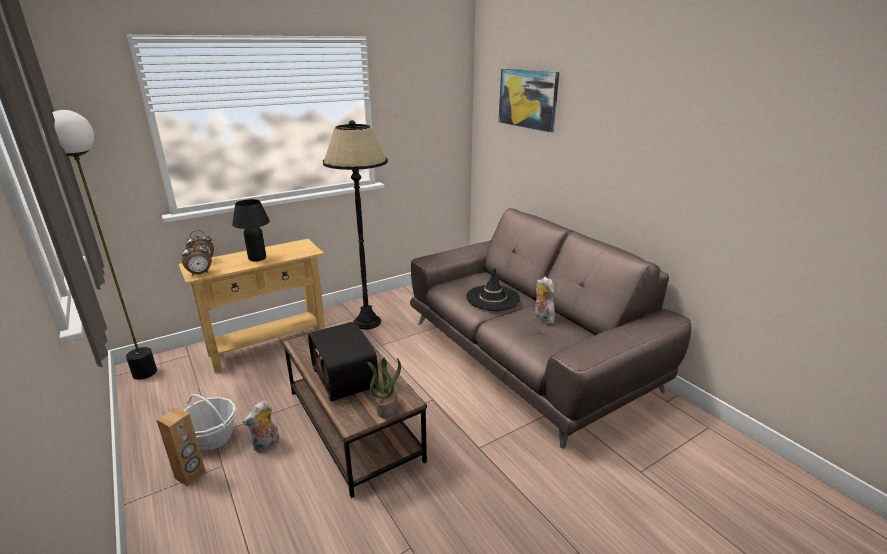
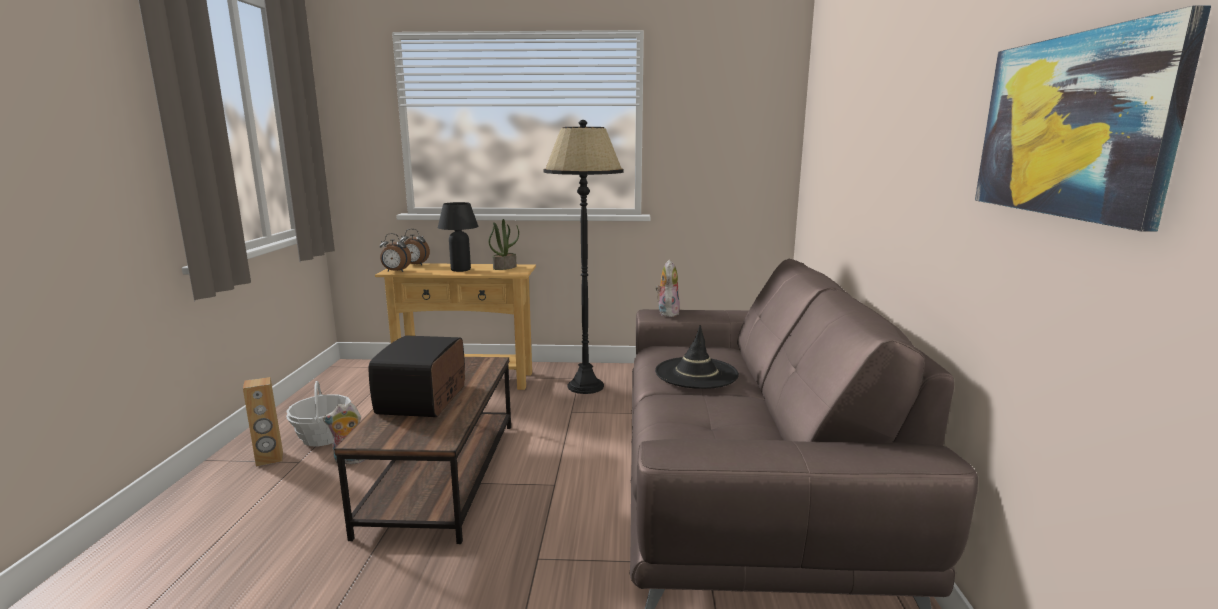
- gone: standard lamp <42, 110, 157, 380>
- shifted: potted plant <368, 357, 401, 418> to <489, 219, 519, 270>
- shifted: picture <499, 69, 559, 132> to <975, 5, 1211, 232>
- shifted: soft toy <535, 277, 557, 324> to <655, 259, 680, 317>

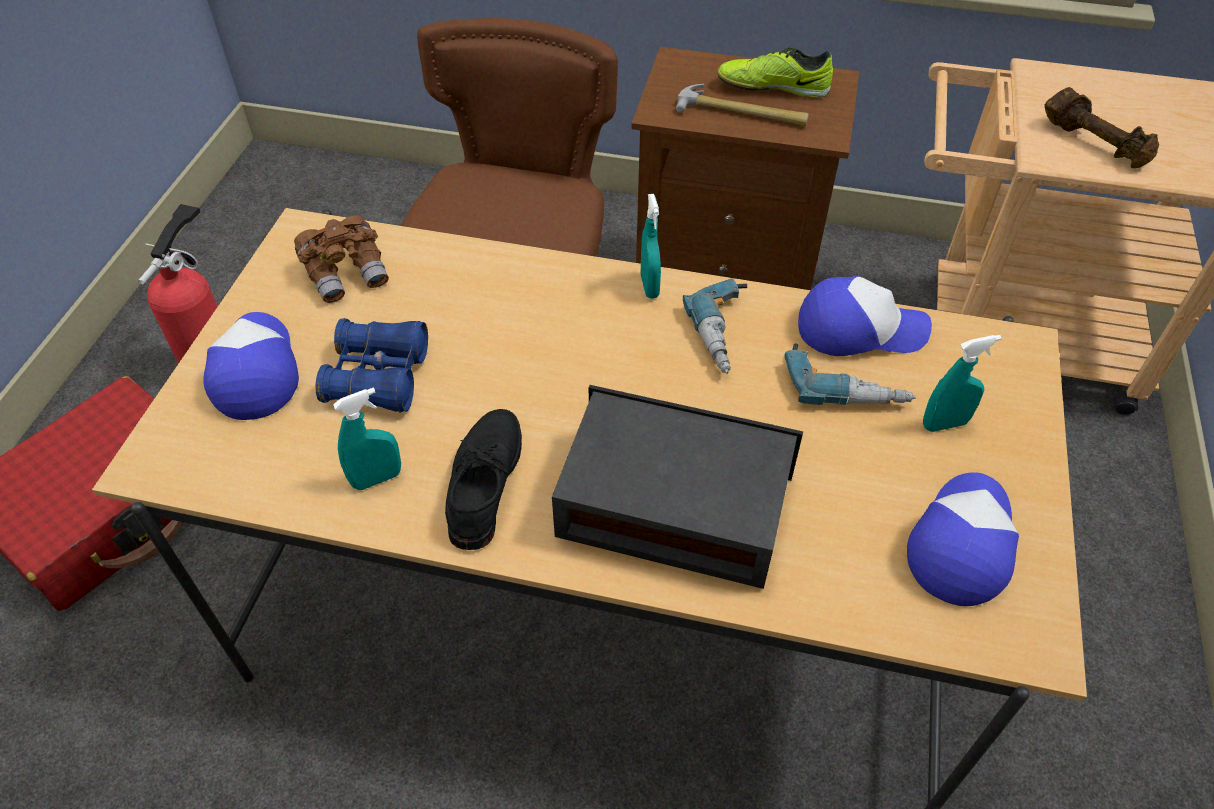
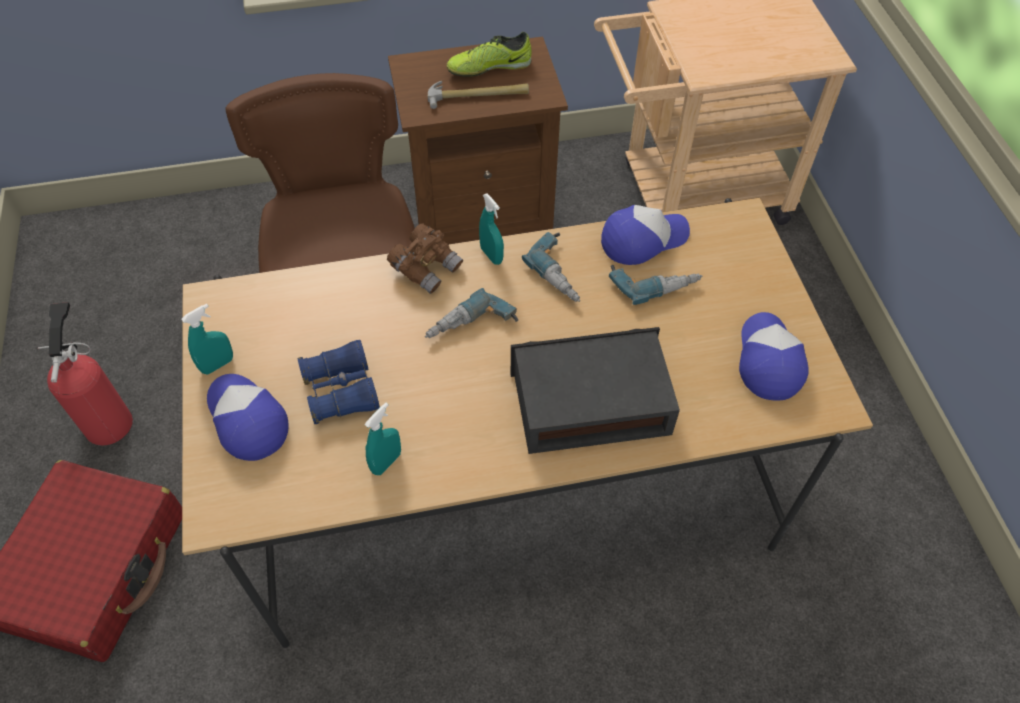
- gone: blackish item of footwear <445, 409, 522, 550>
- gone: brown free weight <1044, 87, 1159, 168>
- new: drill <425, 288, 519, 338>
- shifted: brown field glasses <294, 216, 389, 303> to <387, 223, 463, 294>
- shifted: blue-green hand sprayer <923, 335, 1002, 432> to <181, 304, 233, 375>

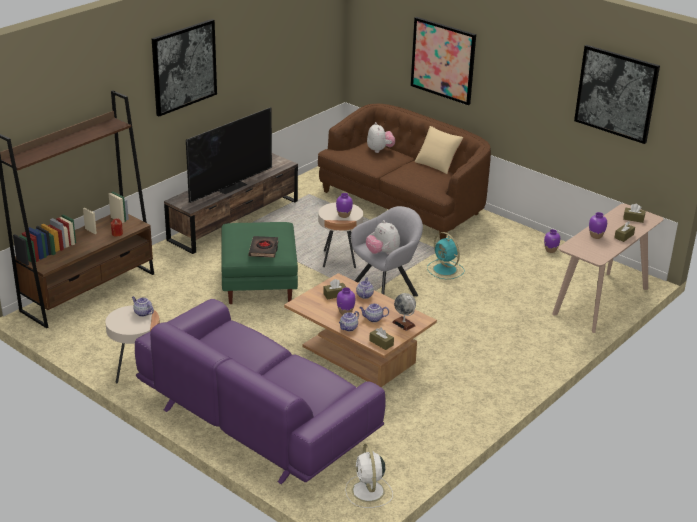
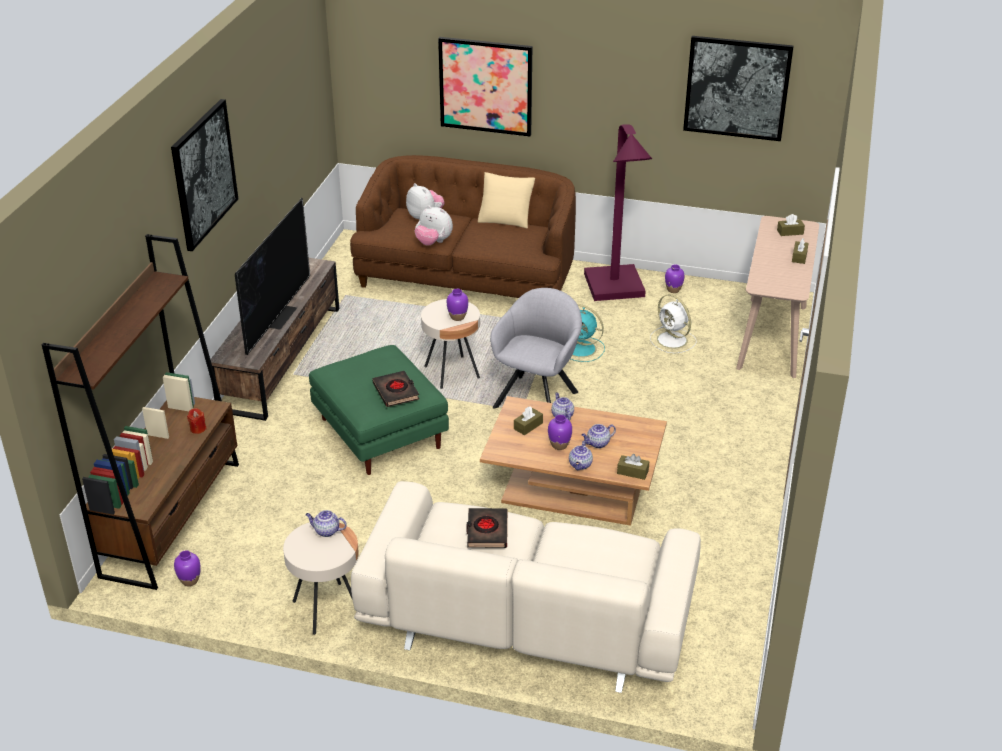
- gone: globe <392, 293, 416, 331>
- new: blackish book <467, 508, 508, 548>
- new: purplish standard lamp <584, 124, 652, 301>
- shifted: white fan <345, 443, 393, 508> to <650, 294, 697, 353>
- shifted: soft toy <366, 220, 400, 255> to <415, 205, 453, 246>
- shifted: purplish flower vase <589, 212, 607, 239> to <174, 550, 201, 586>
- repainted: purplish settee <135, 299, 385, 484> to beige-coloured settee <351, 481, 701, 693>

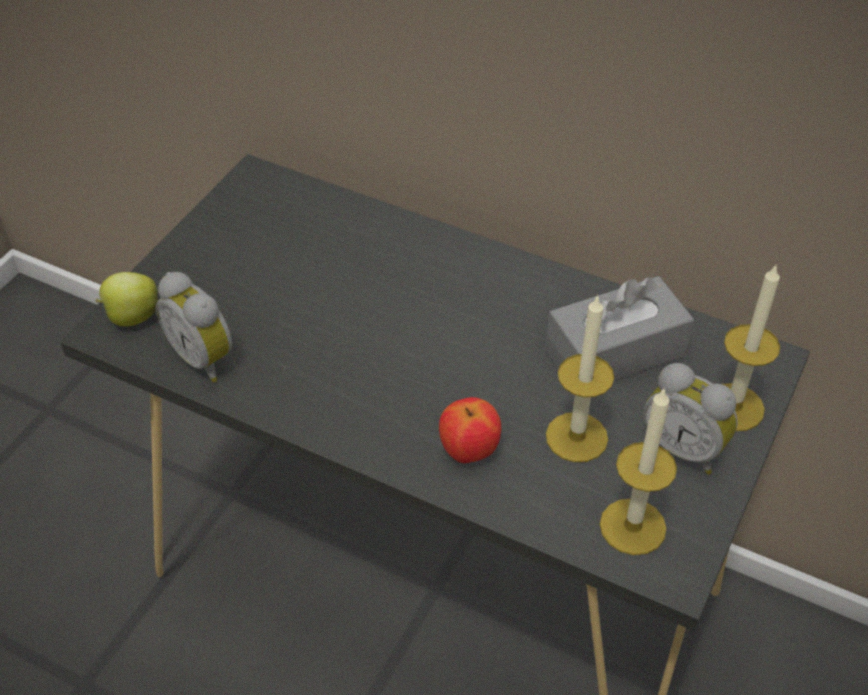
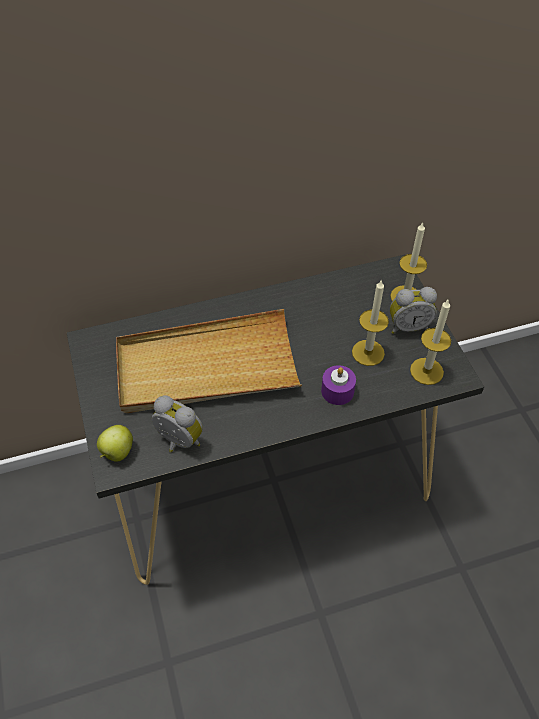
- gone: greyish box of tissues <545, 276, 694, 381>
- new: beige-coloured serving tray <116, 309, 302, 413>
- swapped: apple fruit <439, 397, 501, 463> to purplish candle <321, 365, 356, 405>
- rotated: bedside clock <156, 272, 232, 383> = <152, 395, 203, 453> 150 degrees counterclockwise

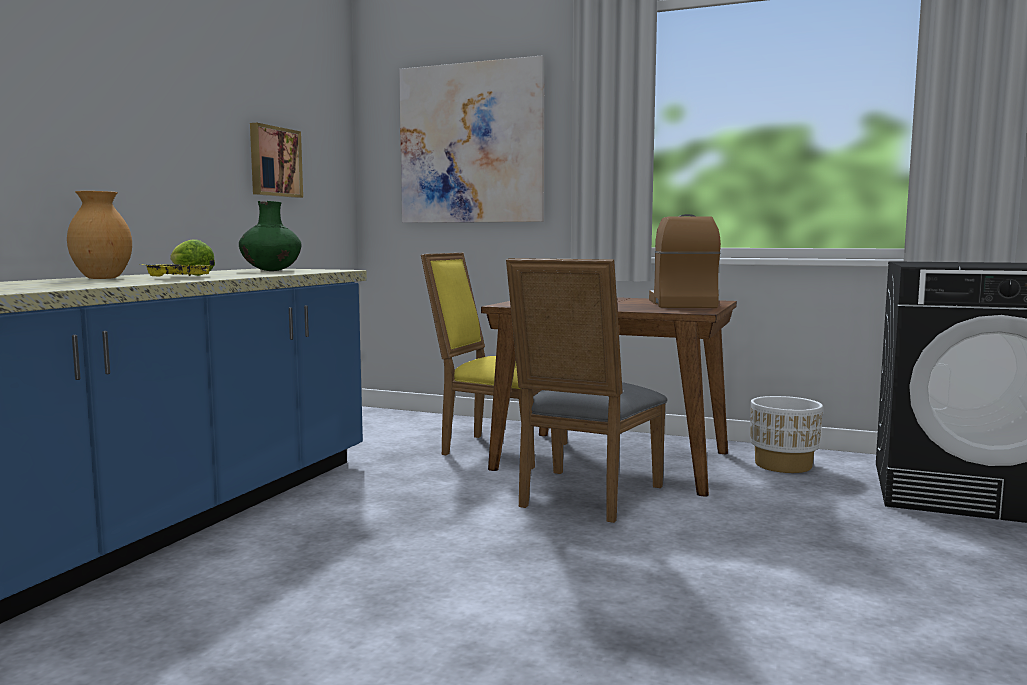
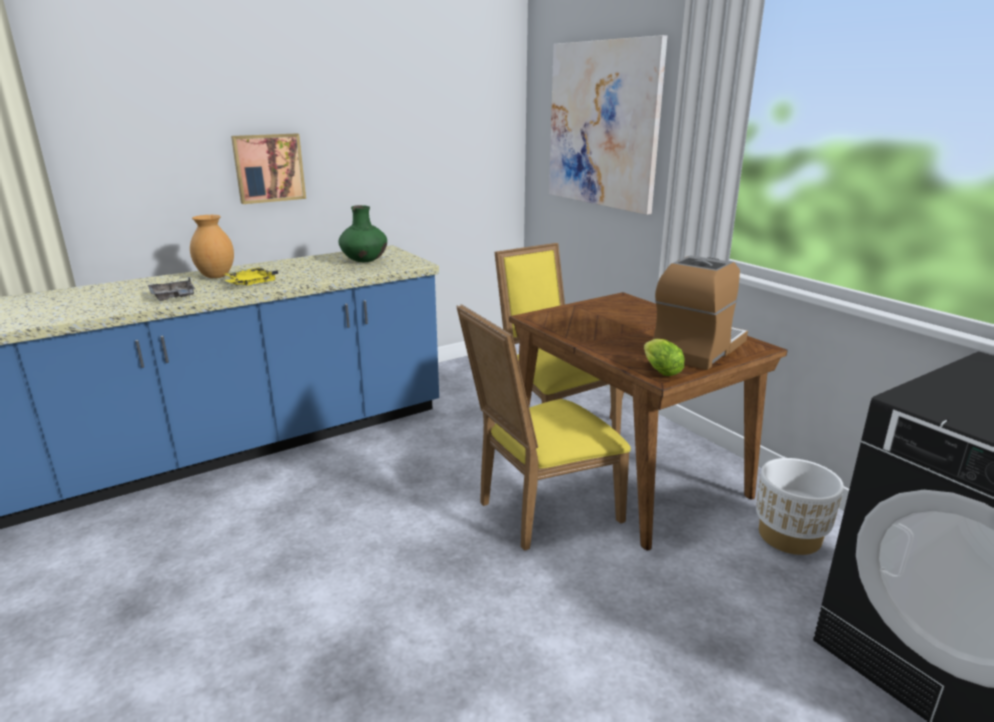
- new: greyish serving tray <148, 277, 195, 301>
- shifted: lettuce <170, 239, 215, 276> to <644, 339, 685, 376>
- shifted: picture <250, 123, 303, 198> to <231, 133, 306, 204>
- repainted: greyish chair <506, 258, 667, 523> to yellow-coloured chair <457, 304, 631, 551>

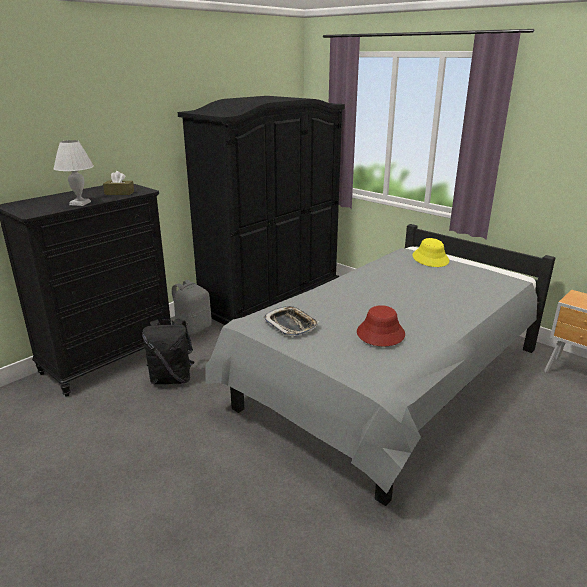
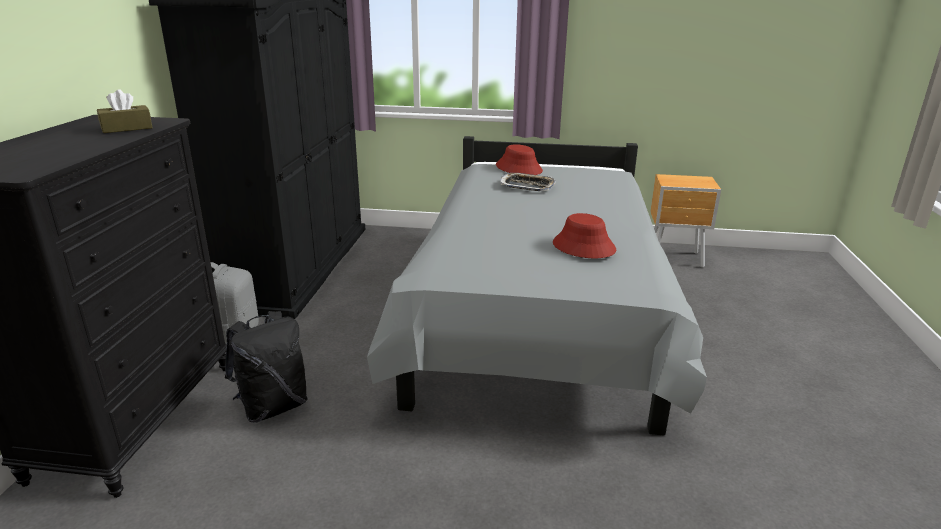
- gone: white table lamp <54, 140, 94, 206>
- shifted: serving tray <263, 306, 319, 337> to <500, 173, 556, 191>
- repainted: yellow-coloured hat <413, 238, 449, 267> to reddish hat <496, 144, 543, 175>

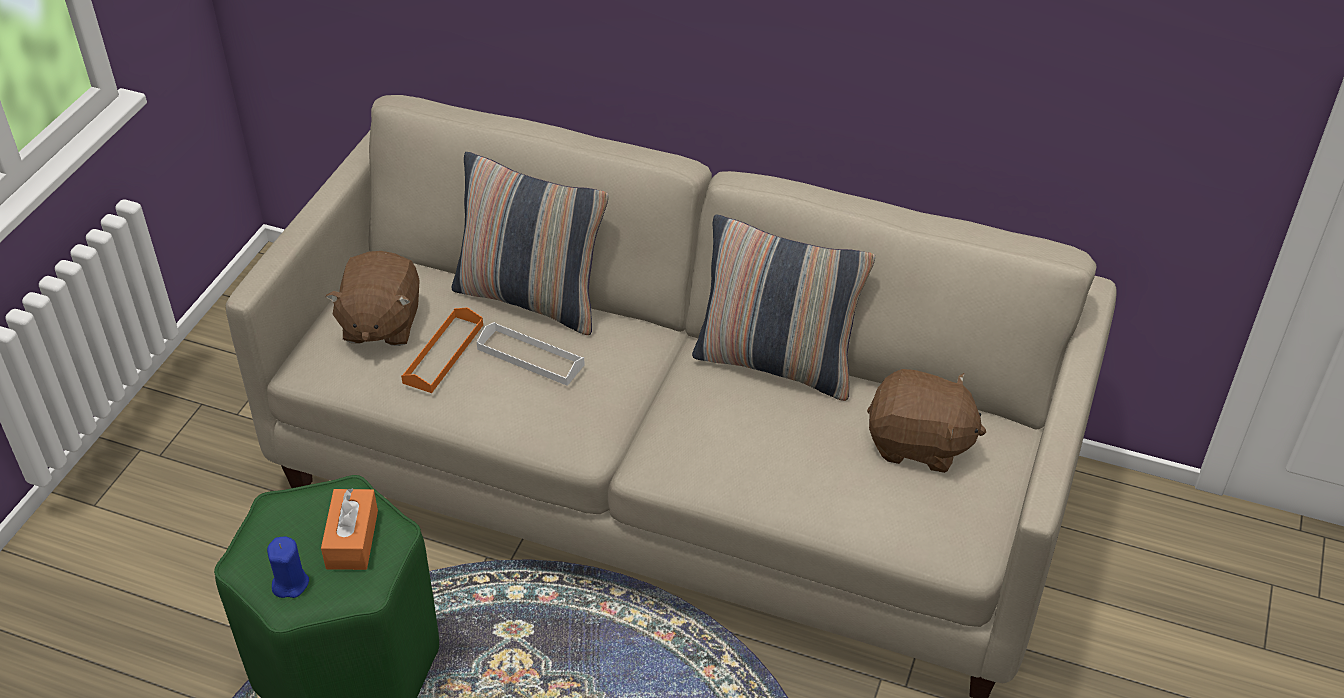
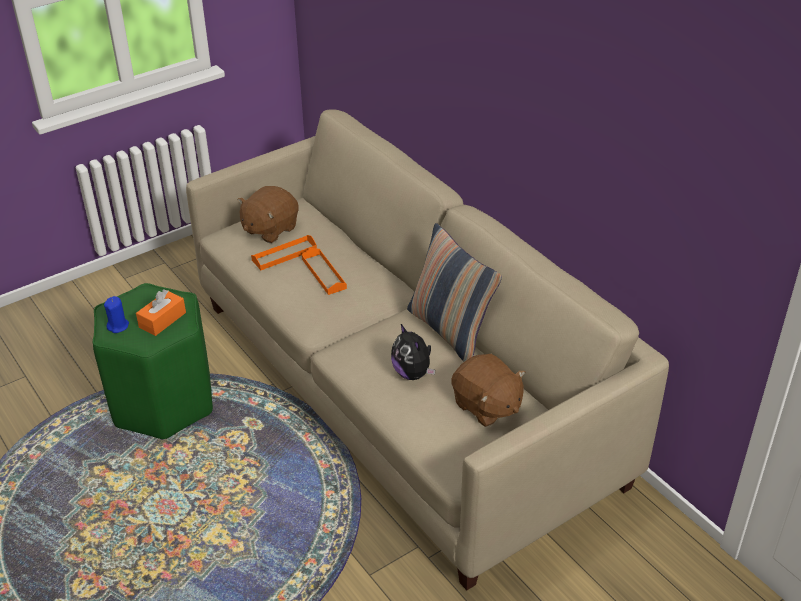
- gone: throw pillow <452, 152, 609, 335>
- new: soft toy <391, 324, 435, 380>
- repainted: white serving tray <477, 322, 585, 386> to orangey serving tray <302, 248, 347, 295>

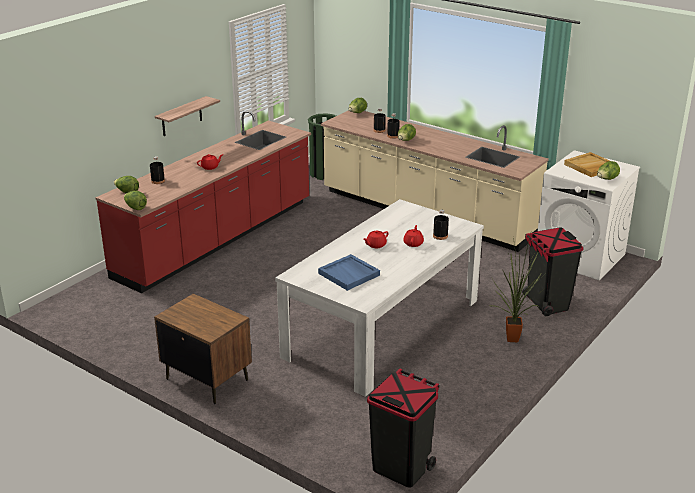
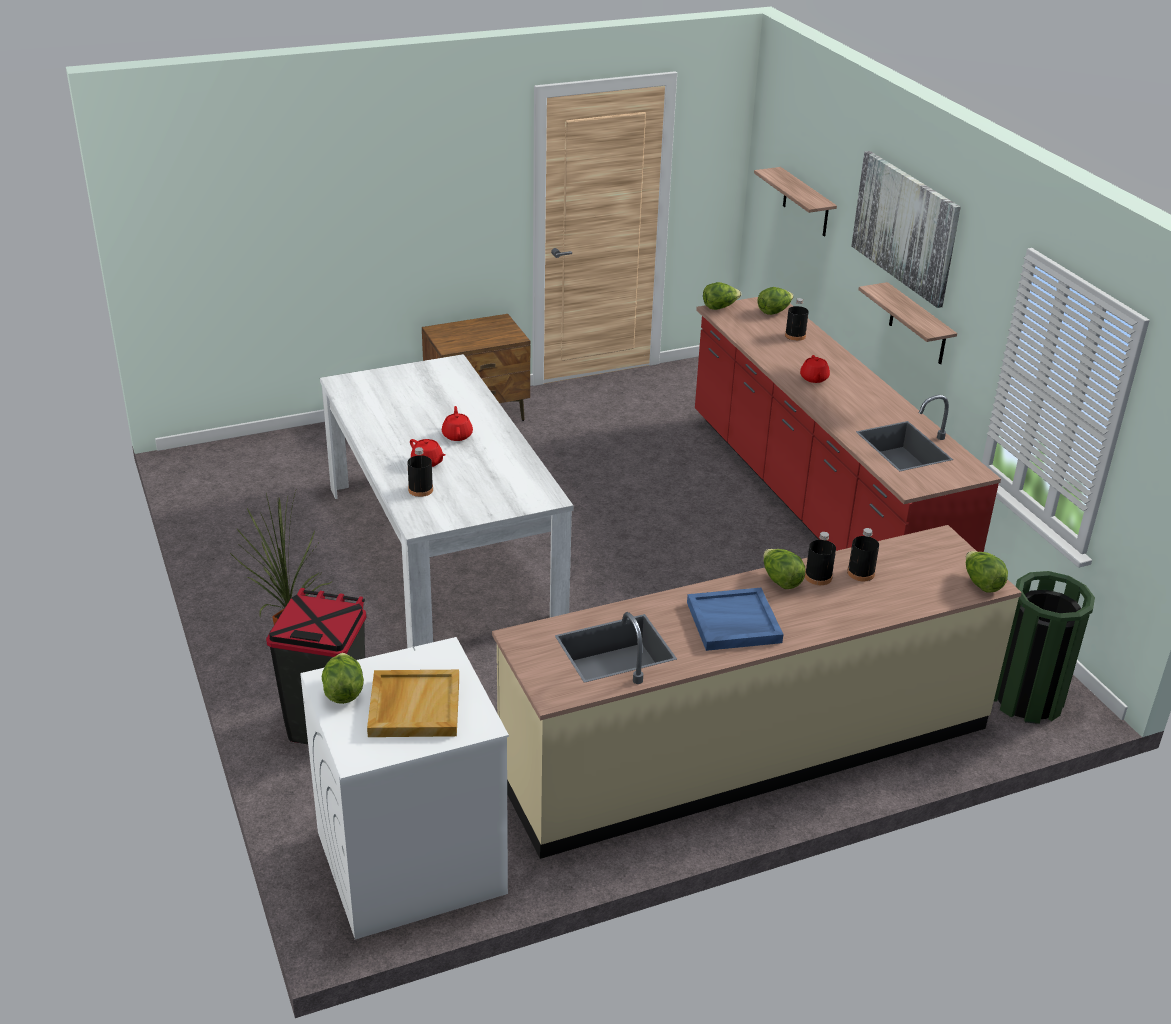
- gone: blackish rubbish bin <367, 369, 440, 488>
- new: bracket shelf <754, 167, 837, 236>
- new: picture <851, 151, 961, 308>
- shifted: bluish serving tray <318, 254, 380, 291> to <687, 588, 784, 651>

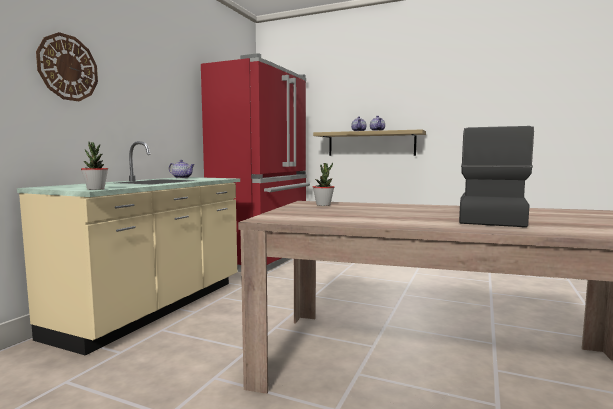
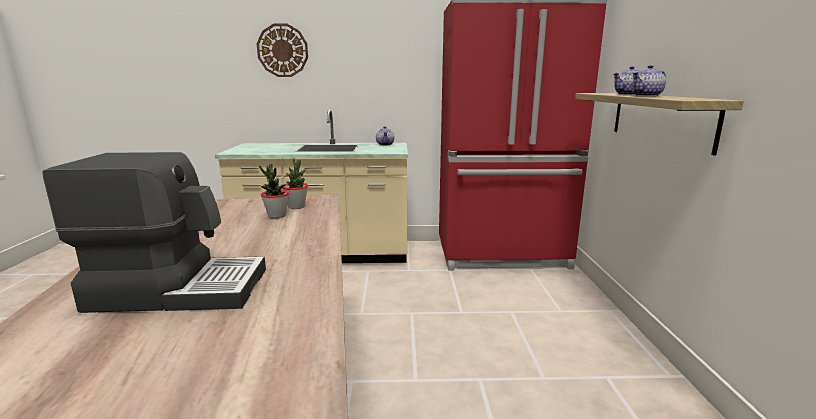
- shifted: potted plant <81, 142, 108, 190> to <259, 164, 289, 218>

